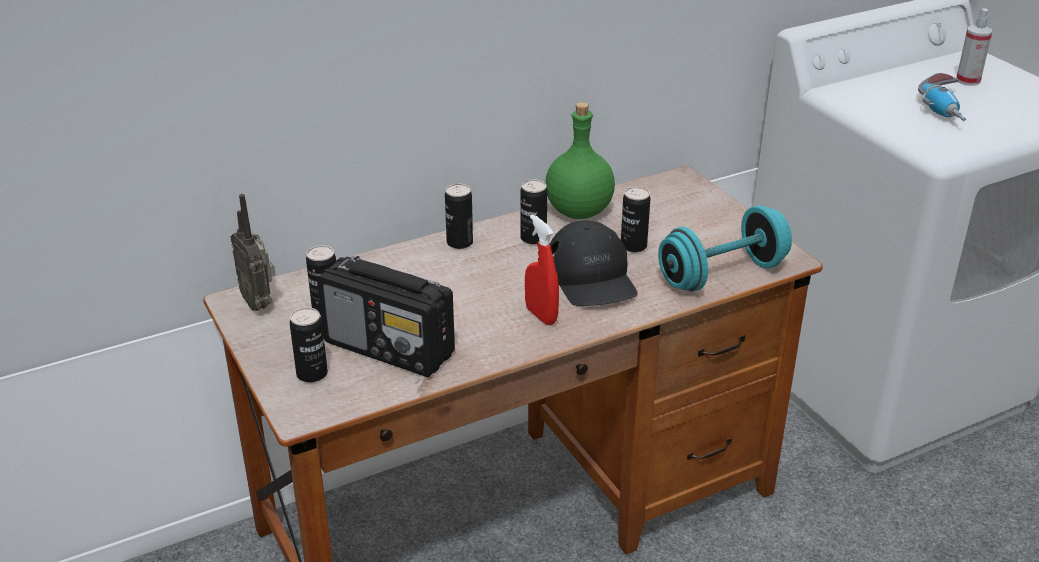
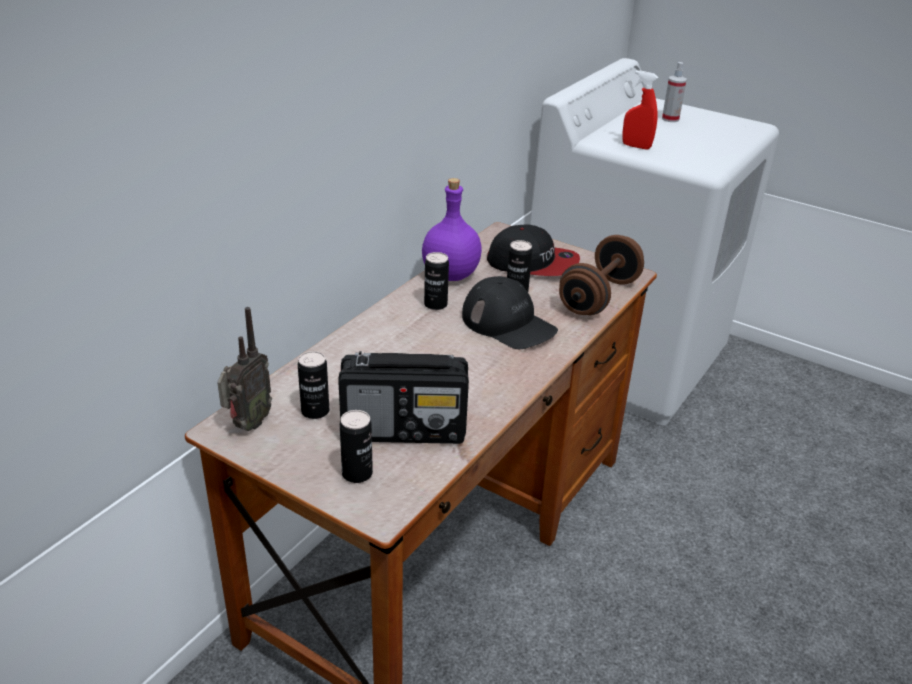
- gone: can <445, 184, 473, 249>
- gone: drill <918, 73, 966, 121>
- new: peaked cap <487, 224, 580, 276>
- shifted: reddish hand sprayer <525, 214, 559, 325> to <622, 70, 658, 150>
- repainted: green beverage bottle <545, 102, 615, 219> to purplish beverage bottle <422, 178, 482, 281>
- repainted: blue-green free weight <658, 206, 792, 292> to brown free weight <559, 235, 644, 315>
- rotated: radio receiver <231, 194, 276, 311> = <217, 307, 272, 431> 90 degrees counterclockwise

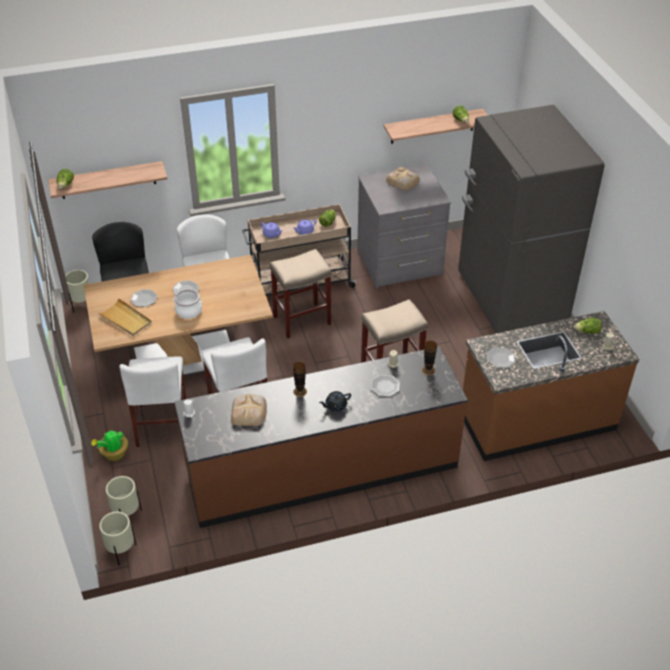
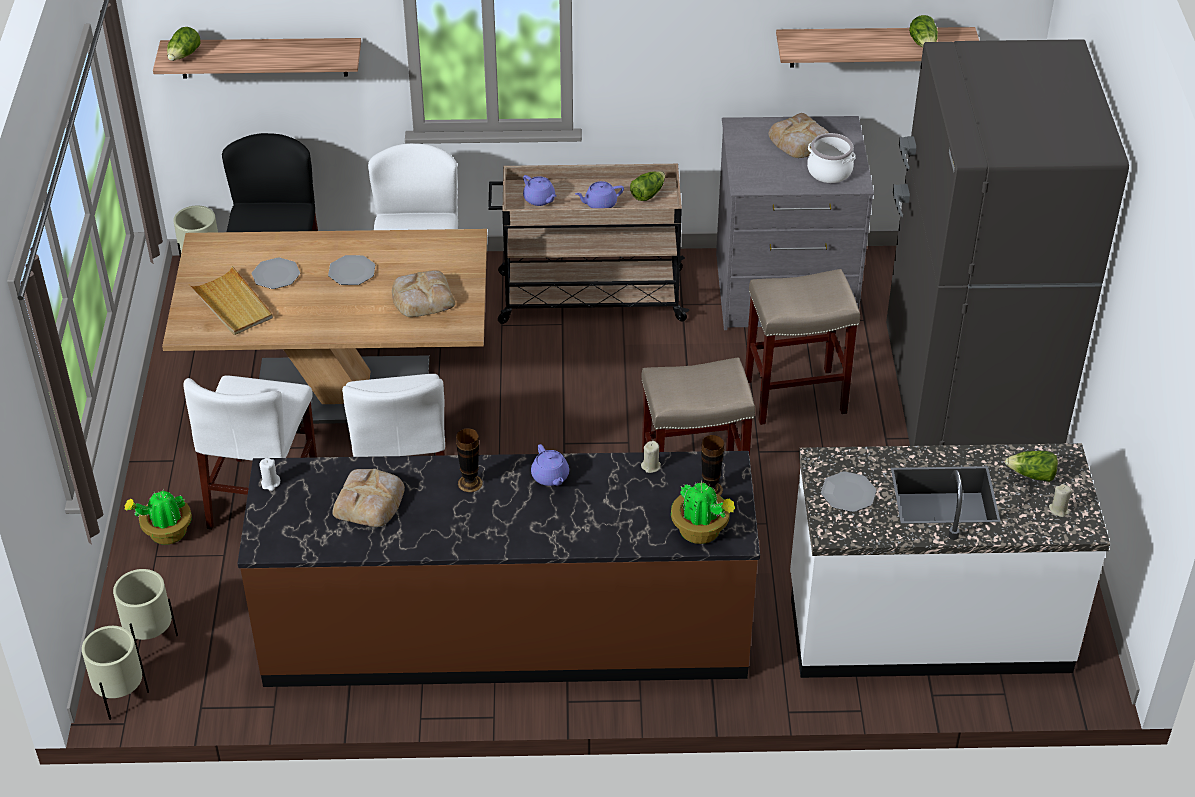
- gone: blackish tea pot <319, 391, 351, 412>
- gone: dinner plate <371, 375, 400, 396>
- new: baked bread <392, 270, 455, 317>
- new: purplish tea pot <531, 444, 569, 486>
- new: potted plant <671, 479, 735, 544>
- shifted: cooking pot <173, 289, 202, 319> to <807, 133, 855, 183>
- shifted: beige-coloured stool seat <270, 249, 332, 339> to <745, 269, 860, 425>
- repainted: brown kitchen counter <463, 311, 639, 461> to white kitchen counter <790, 443, 1110, 678>

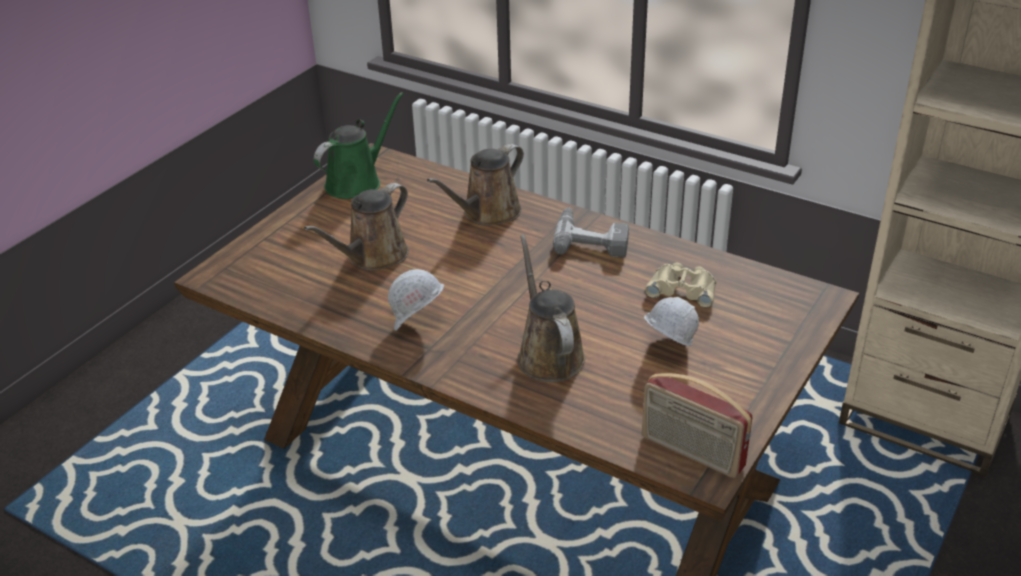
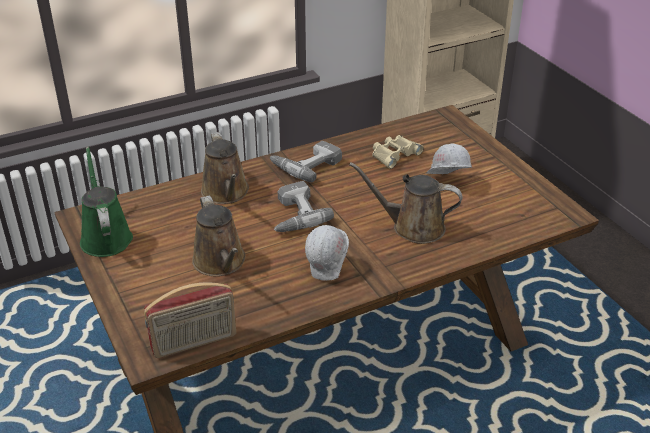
- new: drill <274, 181, 334, 232>
- shifted: radio receiver <642, 373, 753, 478> to <144, 282, 236, 358>

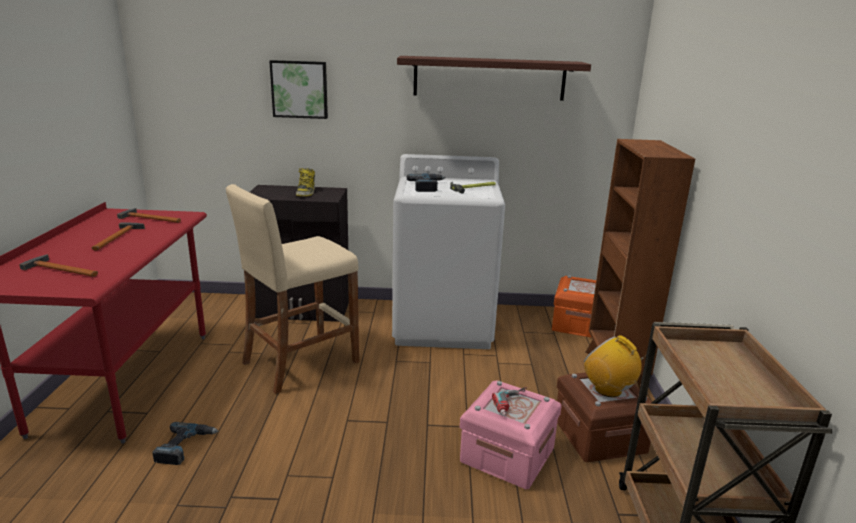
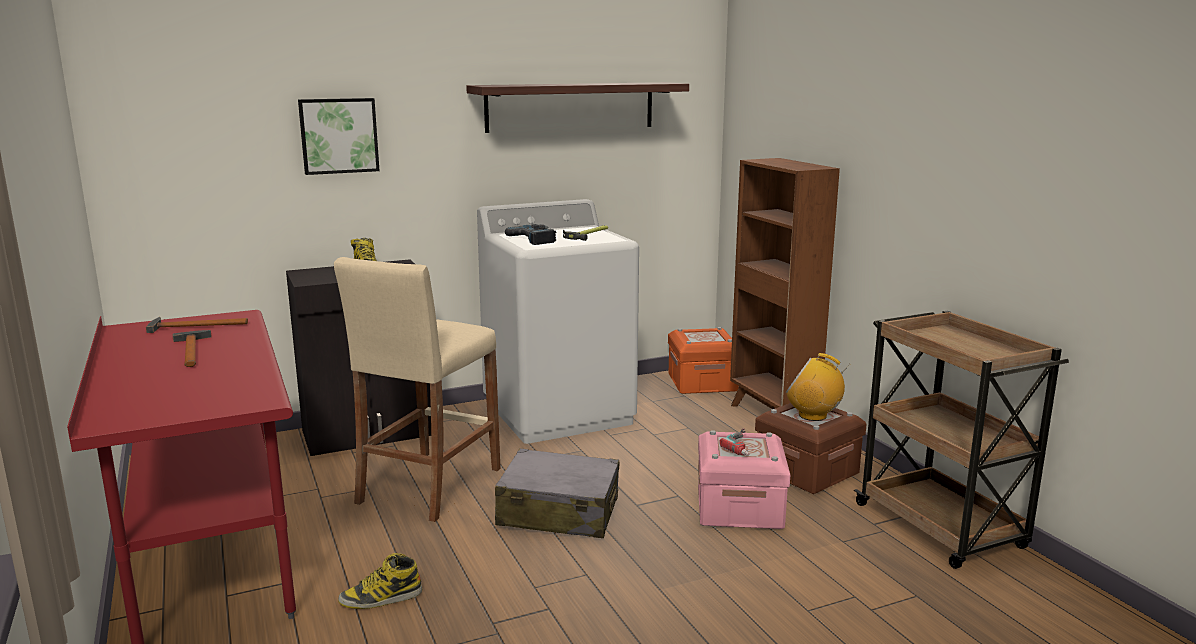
- gone: tool hammer <19, 254, 98, 277>
- new: greyish piece of luggage <495, 448, 619, 538>
- swapped: drill <152, 422, 219, 465> to tall boot <338, 553, 422, 609>

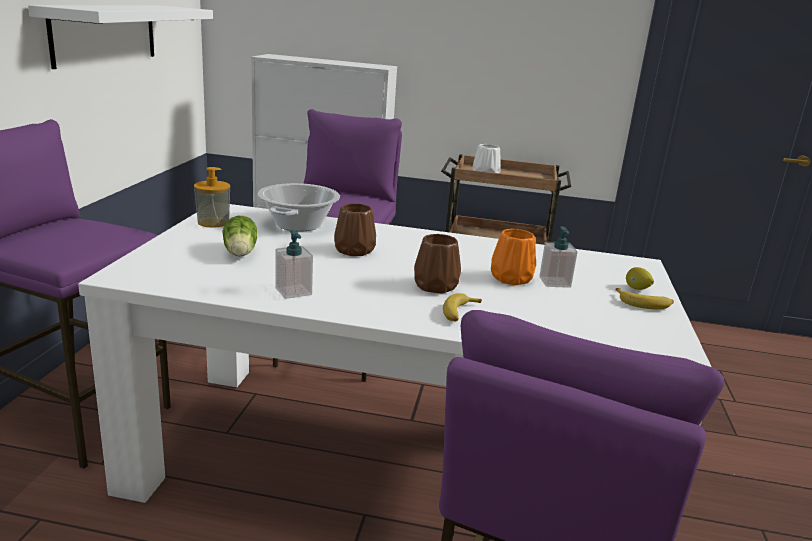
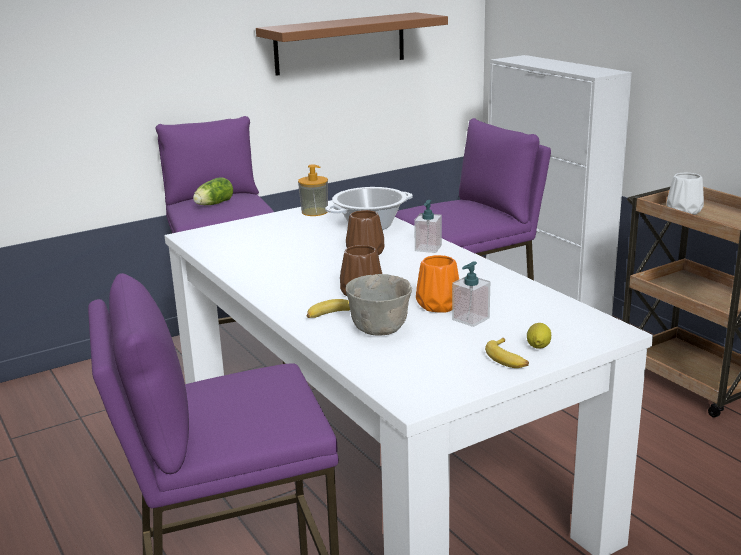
- new: greyish serving bowl <346, 274, 412, 336>
- shifted: lettuce <223, 216, 257, 257> to <193, 177, 233, 205>
- shifted: liquid soap bottle <275, 230, 313, 299> to <414, 200, 442, 253>
- repainted: white bracket shelf <28, 5, 213, 69> to brown bracket shelf <256, 12, 448, 76>

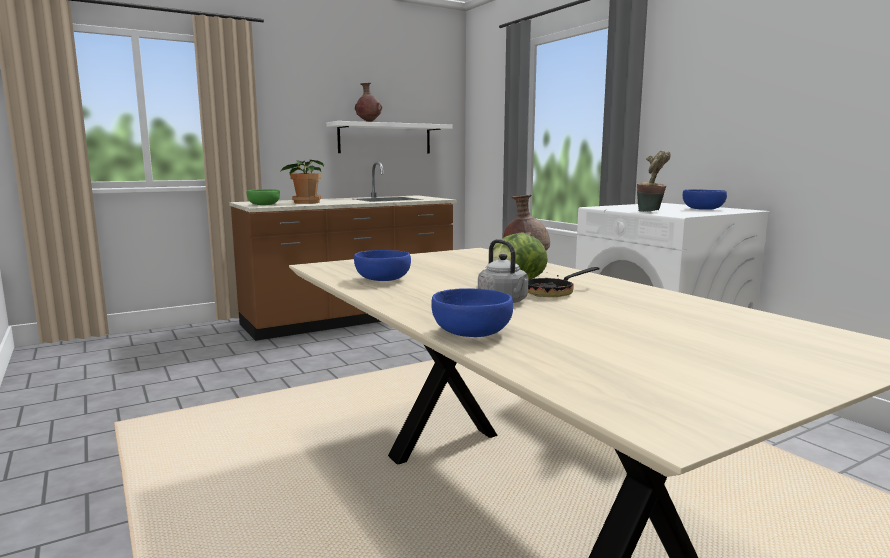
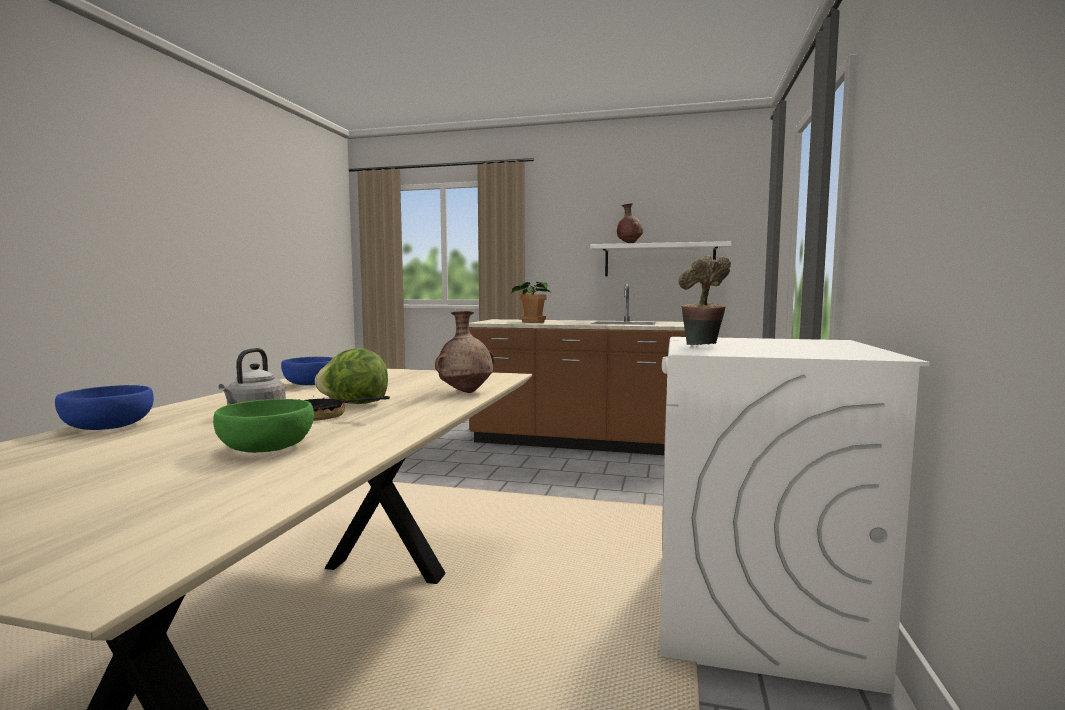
- gone: bluish serving bowl <683, 189, 727, 210>
- shifted: green serving bowl <247, 189, 280, 205> to <213, 399, 314, 453>

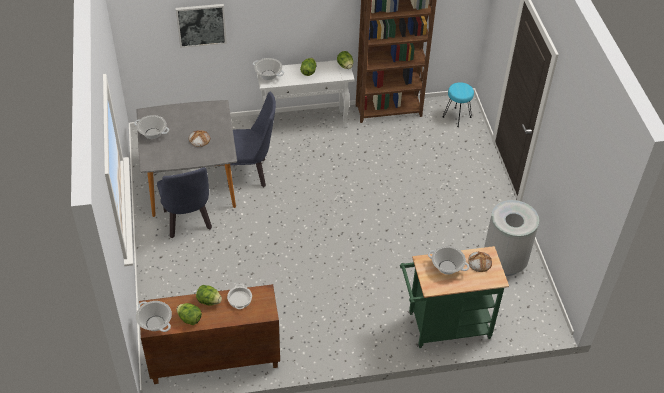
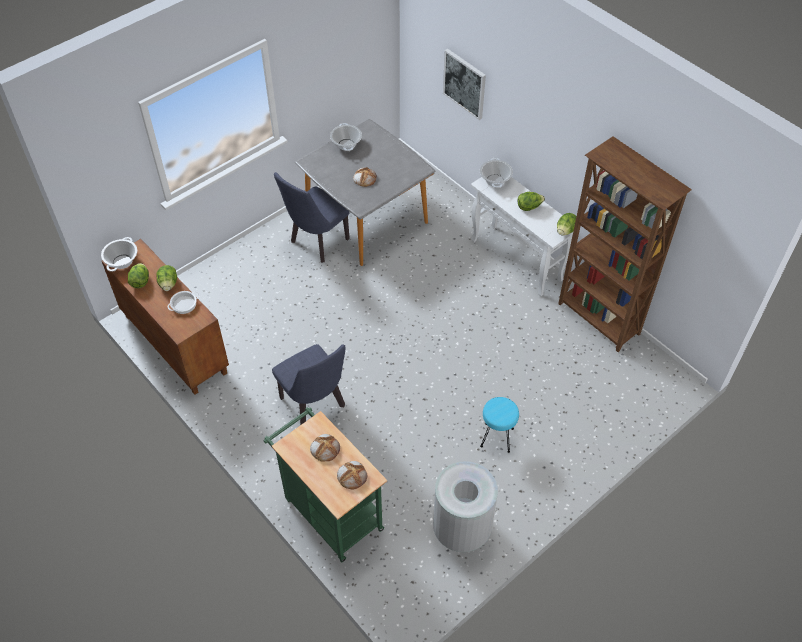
- shifted: bluish chair <228, 91, 276, 187> to <272, 344, 345, 425>
- shifted: blue-green stool seat <443, 82, 474, 127> to <480, 397, 519, 453>
- swapped: cooking pot <428, 246, 470, 275> to baked bread <310, 434, 340, 462>

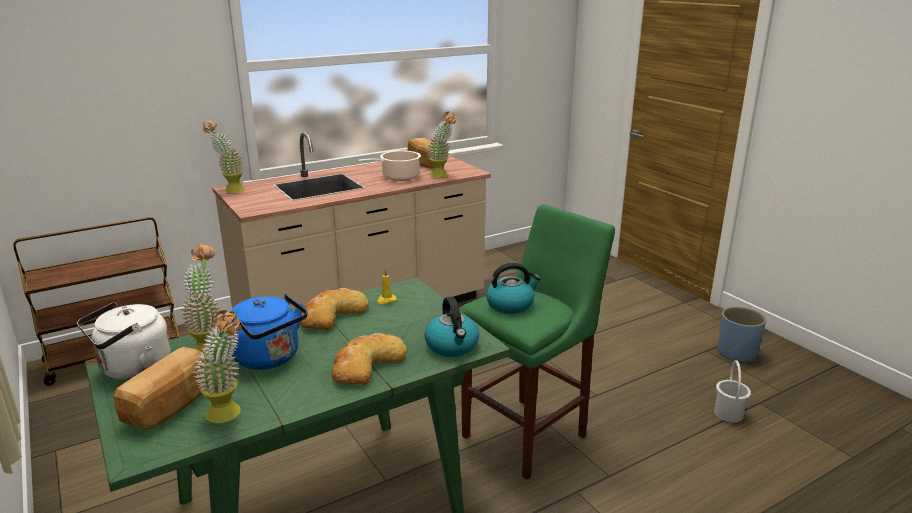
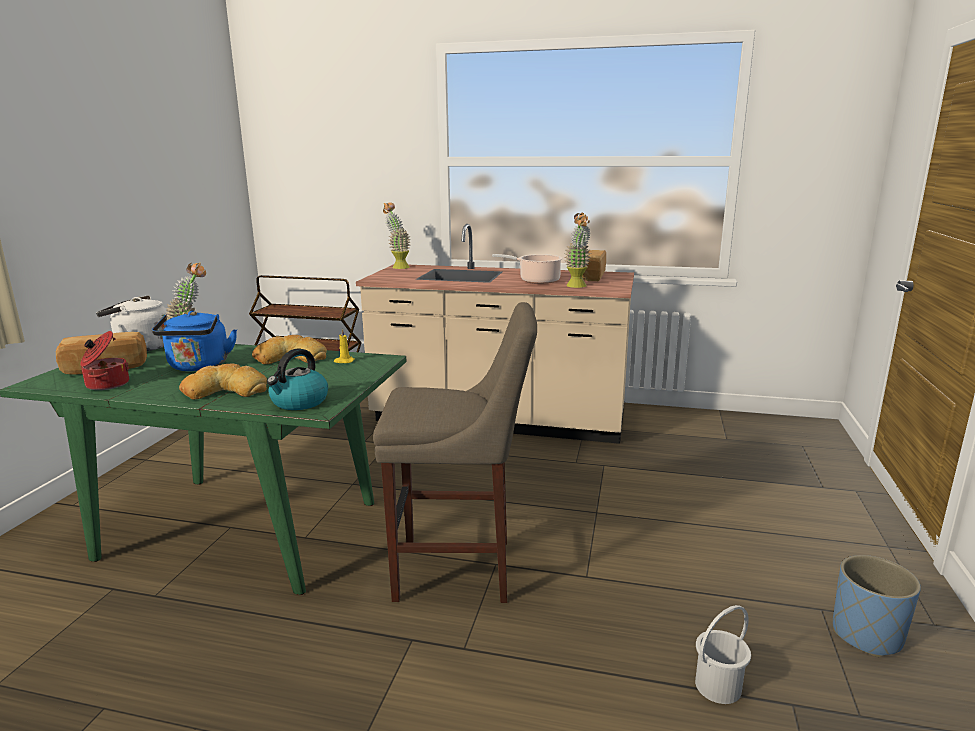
- gone: kettle <486, 263, 541, 314>
- swapped: potted plant <193, 310, 242, 423> to cooking pot <80, 331, 129, 390>
- repainted: green stool seat <459, 204, 615, 480> to beige-coloured stool seat <373, 302, 537, 603>

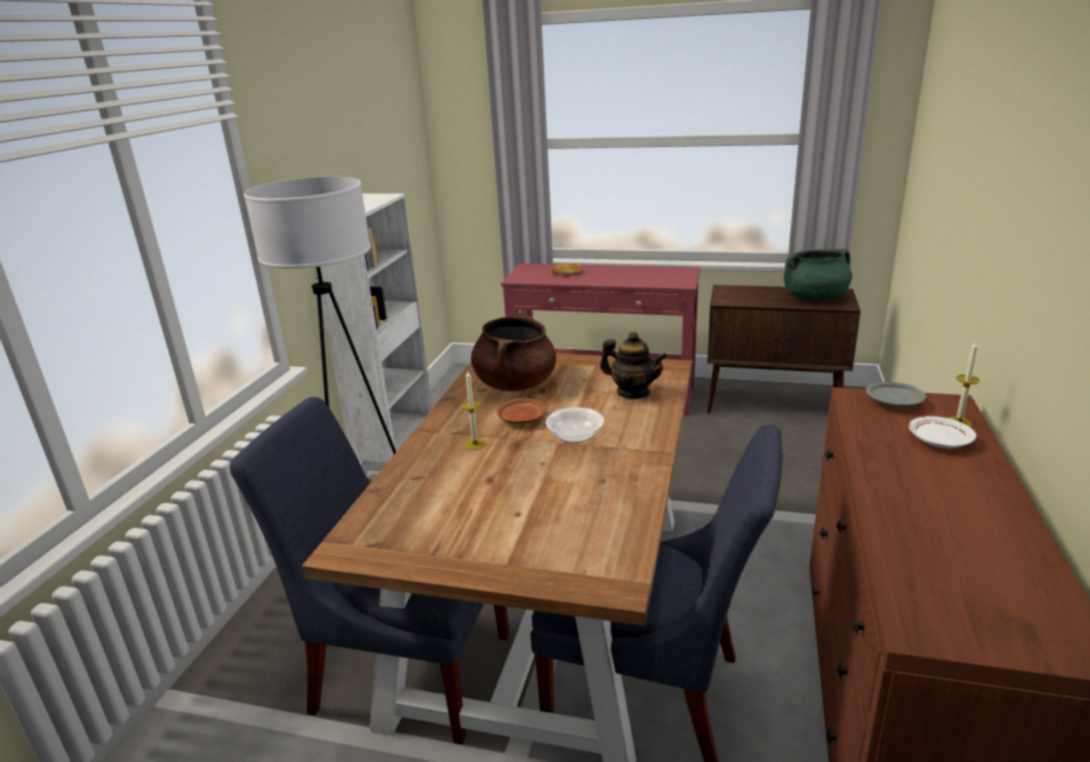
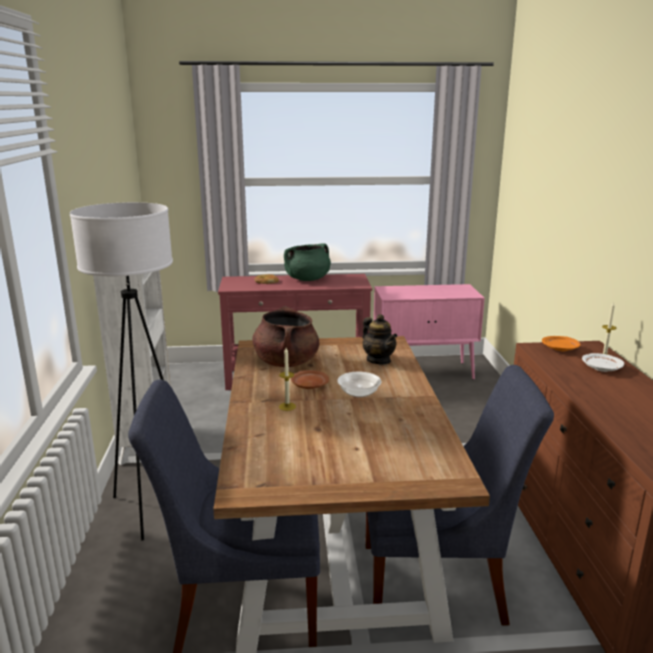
- shifted: green cooking pot <784, 249, 852, 301> to <284, 244, 331, 281>
- repainted: brown cupboard <707, 285, 861, 413> to pink cupboard <374, 284, 485, 380>
- repainted: greyish dinner plate <866, 382, 926, 408> to orangey dinner plate <542, 336, 580, 351>
- rotated: tea pot <600, 332, 667, 399> = <362, 314, 397, 364> 45 degrees clockwise

